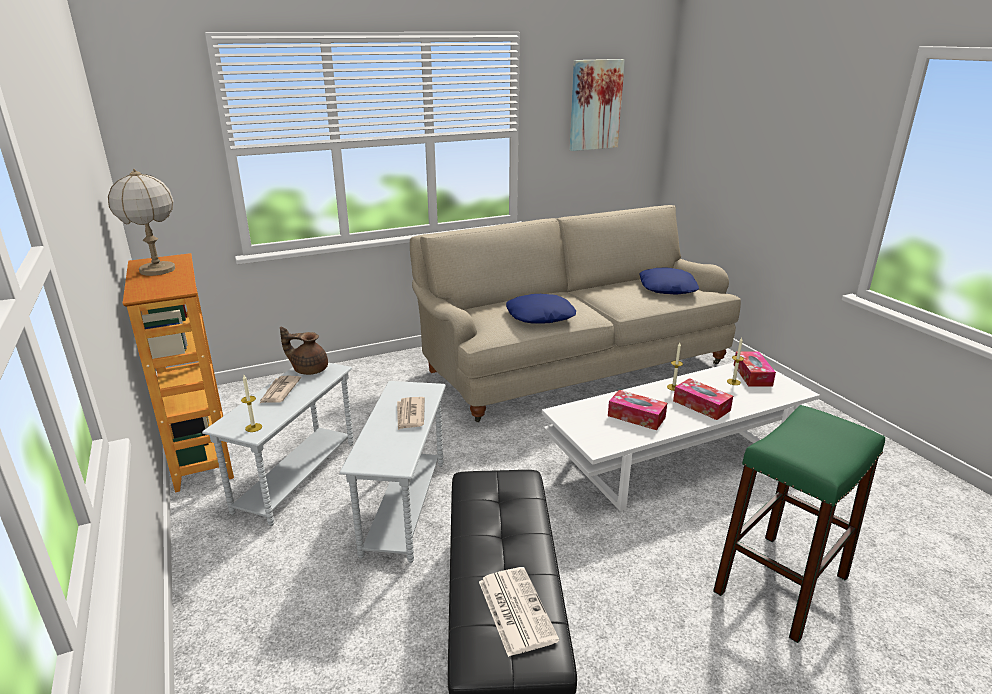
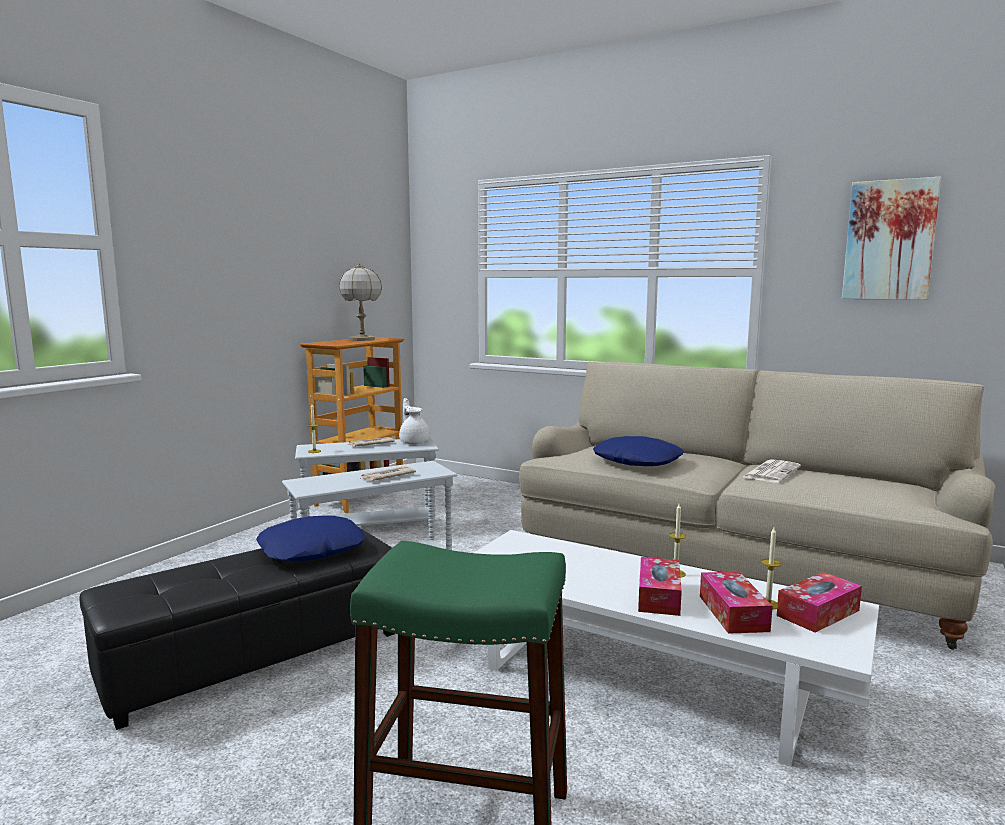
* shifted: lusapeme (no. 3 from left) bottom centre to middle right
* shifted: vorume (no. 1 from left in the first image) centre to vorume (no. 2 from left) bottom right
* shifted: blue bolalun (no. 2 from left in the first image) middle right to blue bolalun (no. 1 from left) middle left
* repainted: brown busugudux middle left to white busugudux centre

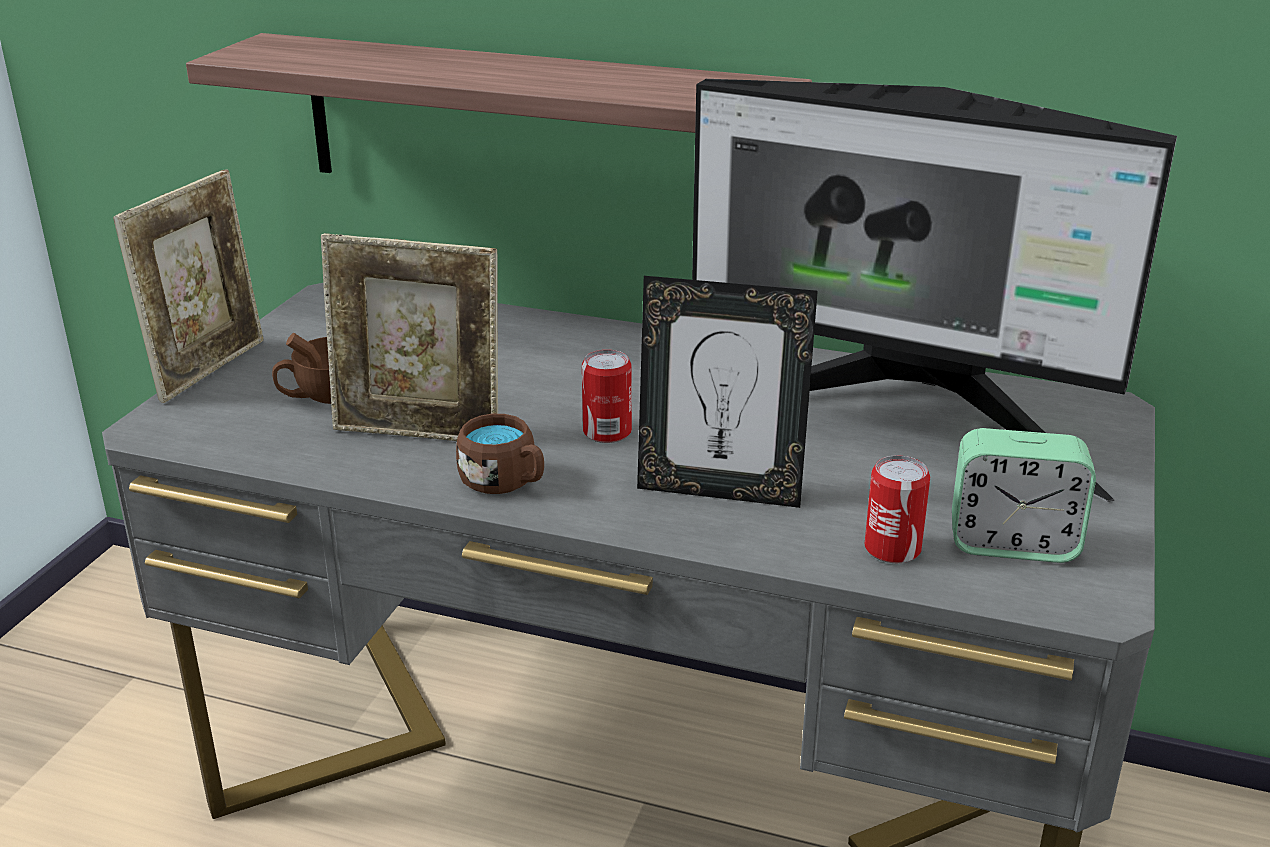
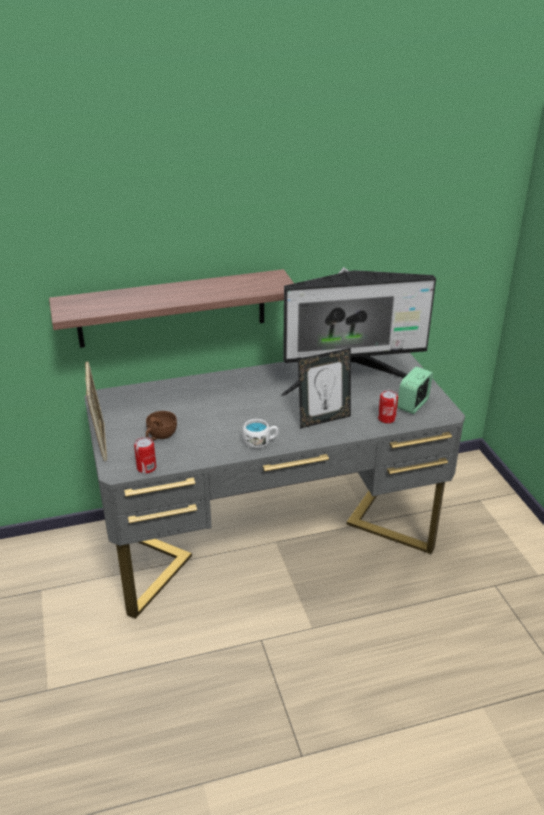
* gone: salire (no. 2 from left) middle left
* shifted: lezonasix (no. 1 from left) centre to middle left
* repainted: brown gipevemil centre to white gipevemil centre
* rotated: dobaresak middle right = middle right 150 degrees clockwise

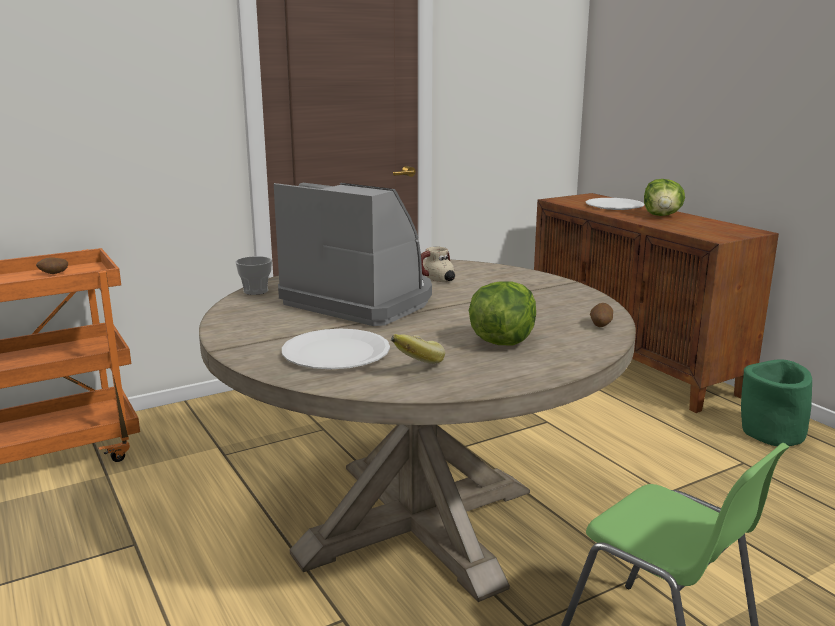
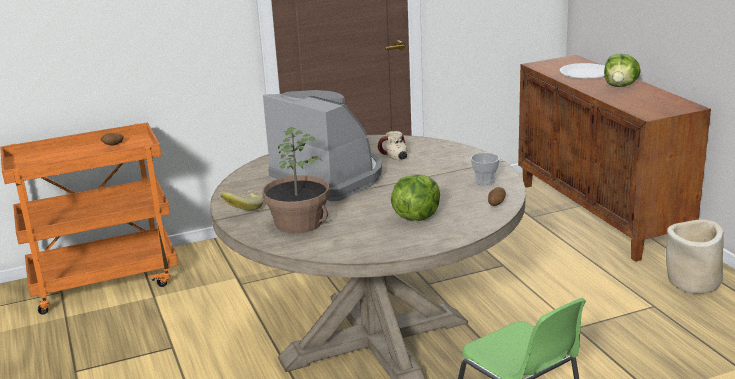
* shifted: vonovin middle left to centre
* shifted: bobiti centre to middle left
* swapped: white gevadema (no. 1 from left) centre to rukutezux centre
* repainted: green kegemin middle right to beige kegemin bottom right

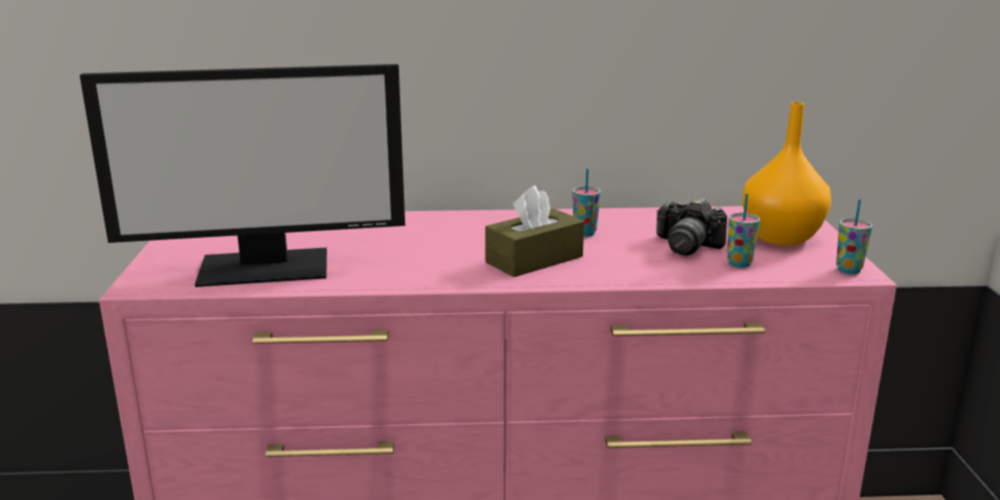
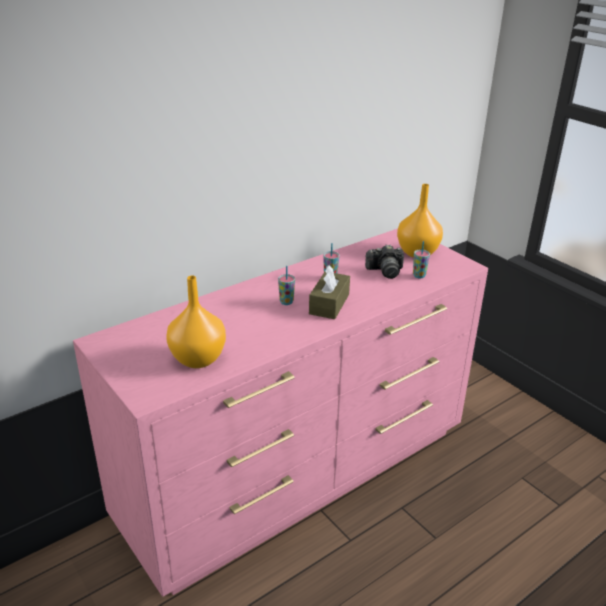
* shifted: vonovin (no. 3 from left in the first image) middle right to vonovin (no. 1 from left) centre
* swapped: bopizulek middle left to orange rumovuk (no. 1 from left) middle left

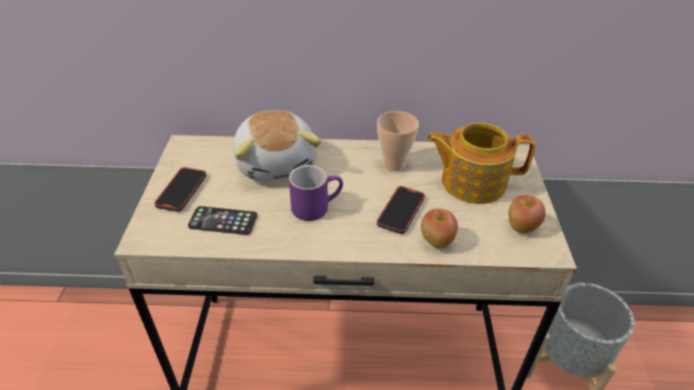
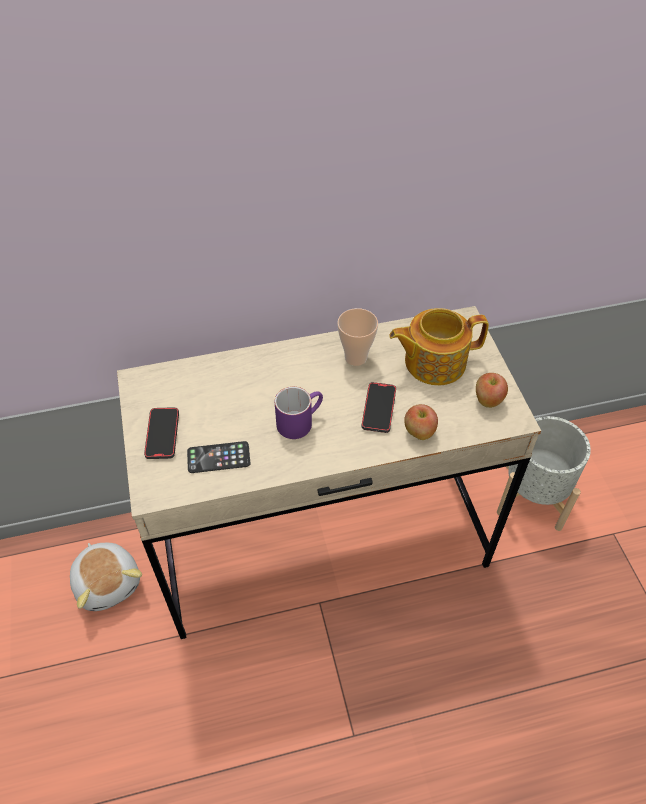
* shifted: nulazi centre to bottom left

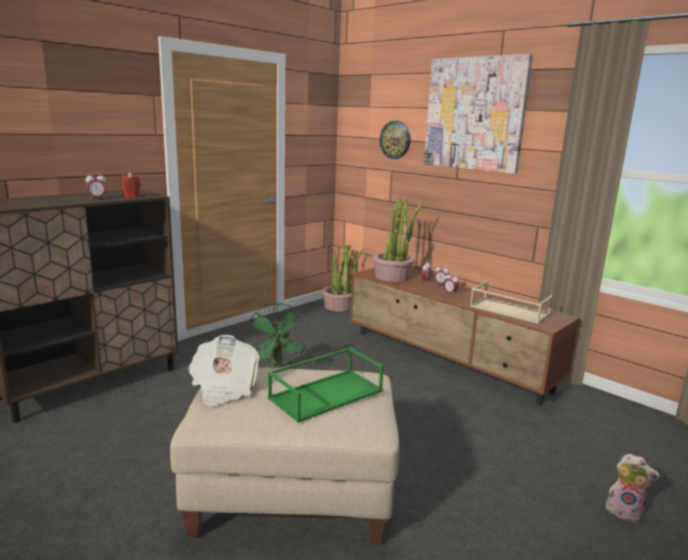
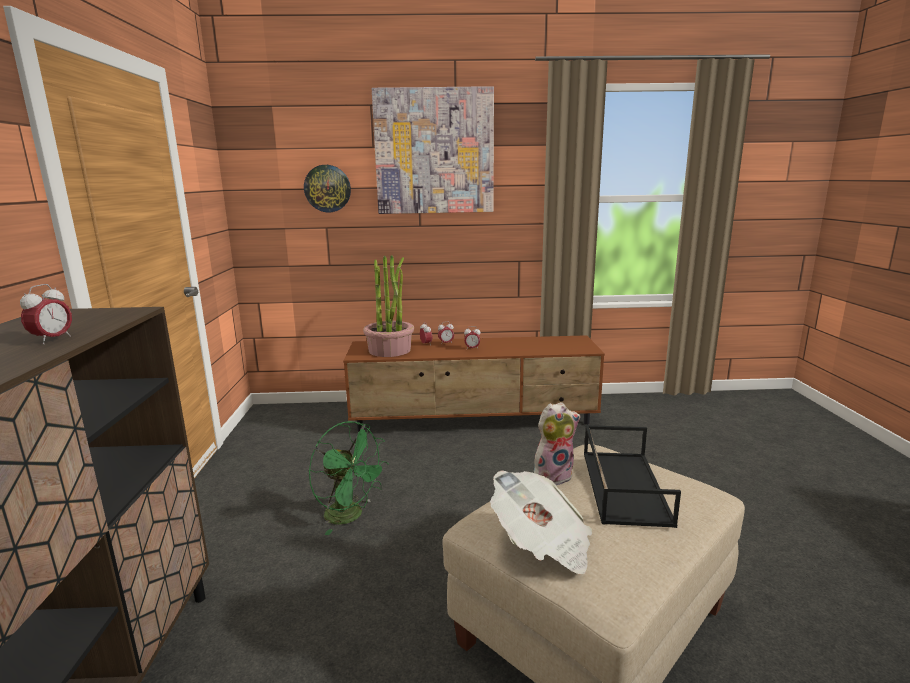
* gone: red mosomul top left
* gone: rukutezux (no. 1 from left) centre
* gone: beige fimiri middle right
* shifted: nulazi bottom right to centre
* repainted: green fimiri bottom centre to black fimiri bottom right

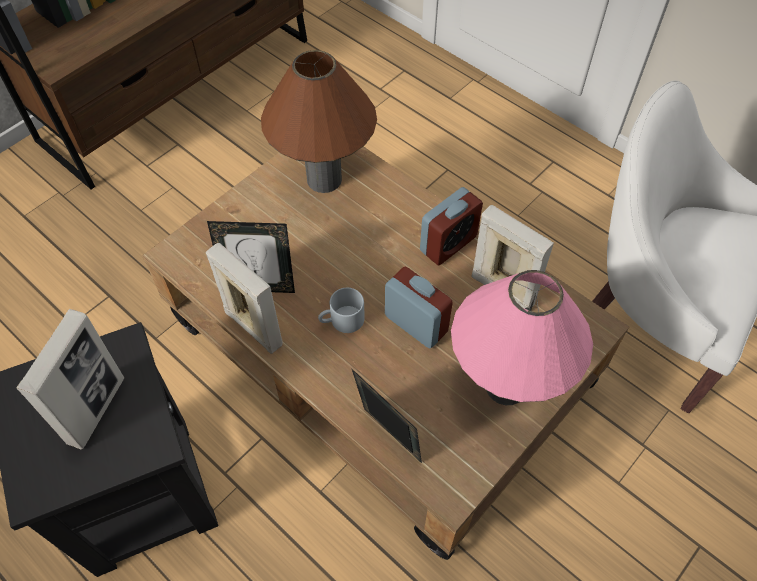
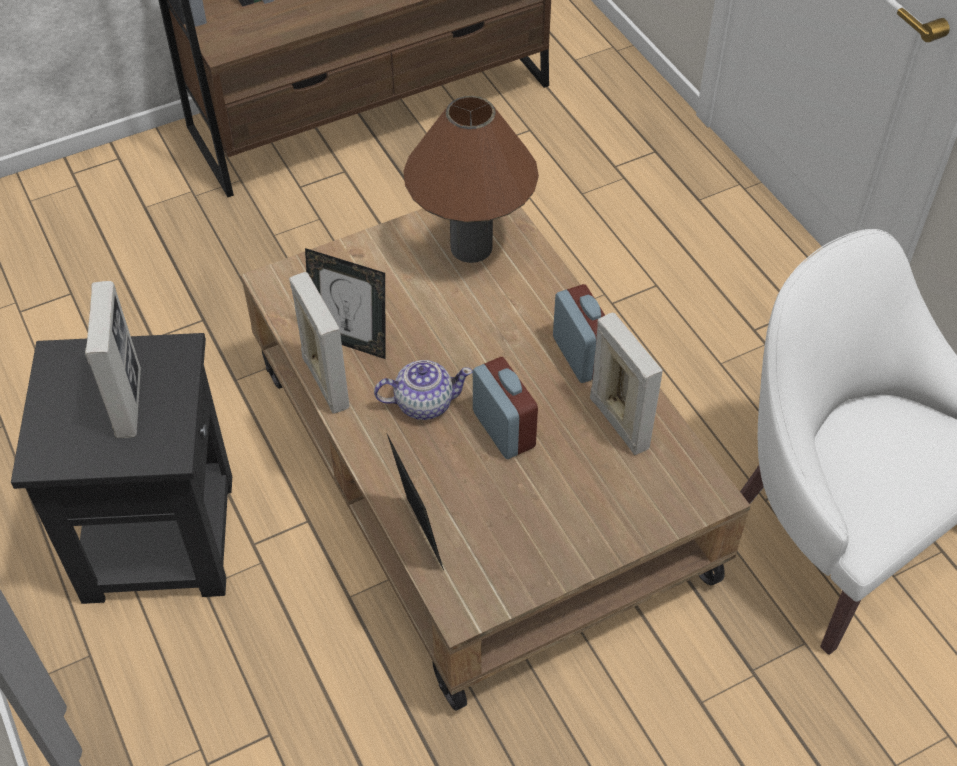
* gone: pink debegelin middle right
* swapped: grey gipevemil centre to busugudux centre
* rotated: salire (no. 1 from left) middle left = middle left 45 degrees counterclockwise
* rotated: dobaresak (no. 2 from left) centre = centre 90 degrees counterclockwise

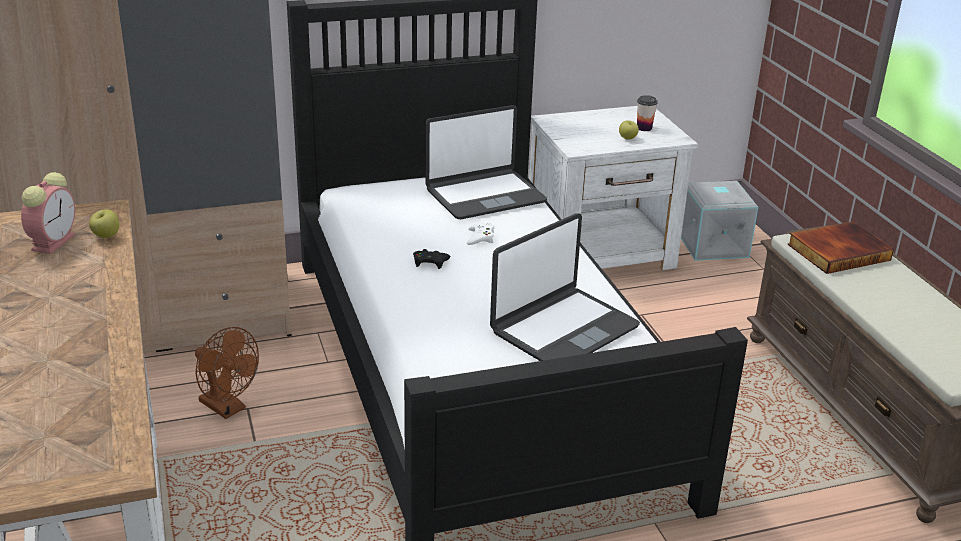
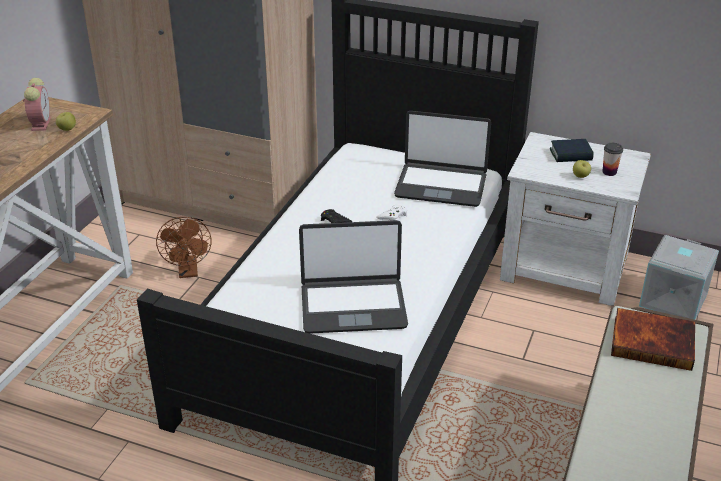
* new: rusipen (no. 1 from left) top right
* rotated: dobaresak middle left = top left 60 degrees counterclockwise

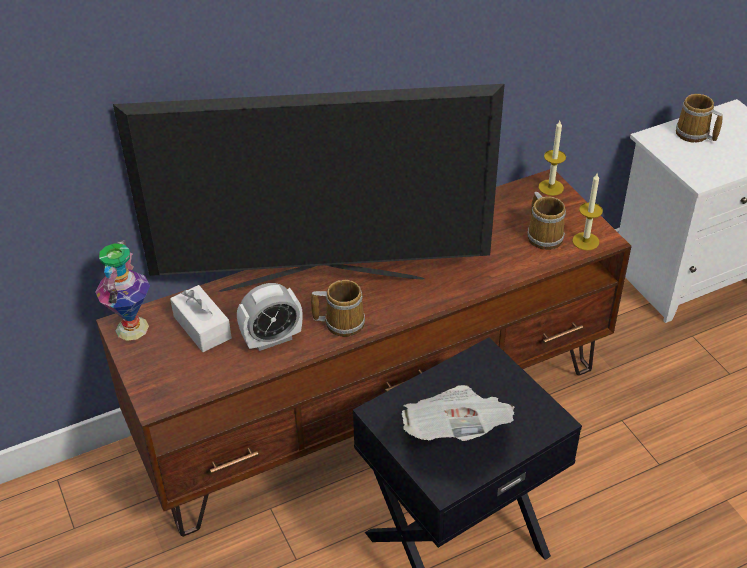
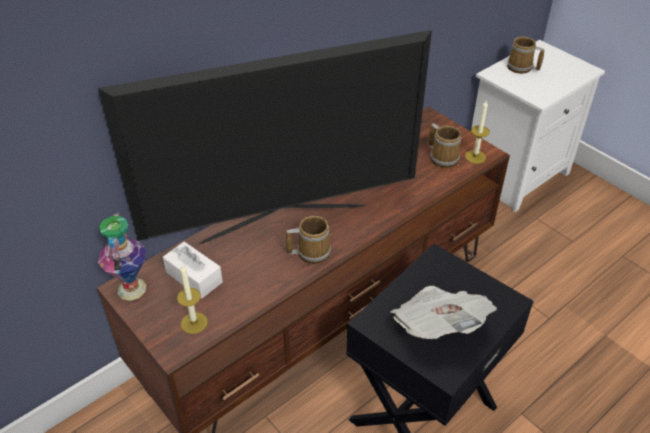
* gone: dobaresak centre
* shifted: mosomul (no. 1 from left) top right to bottom left

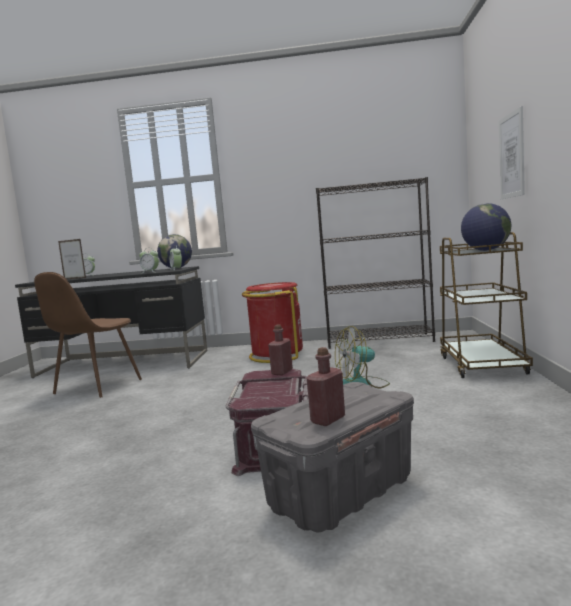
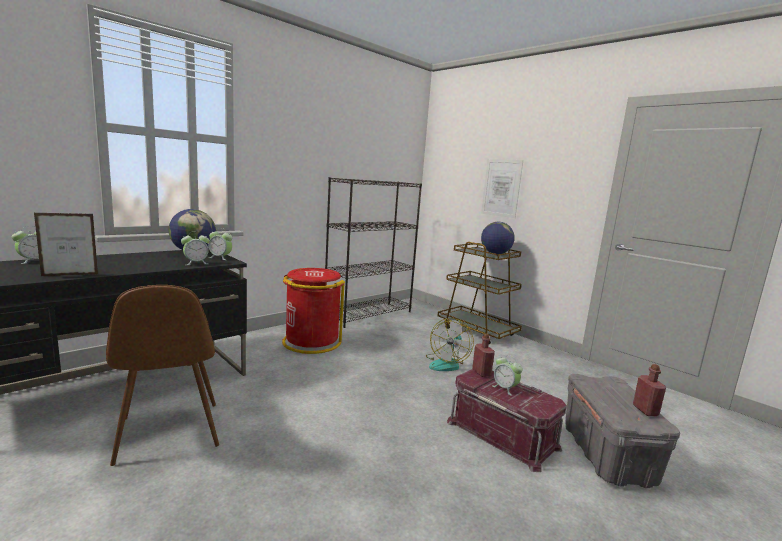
* new: dobaresak (no. 4 from left) bottom centre

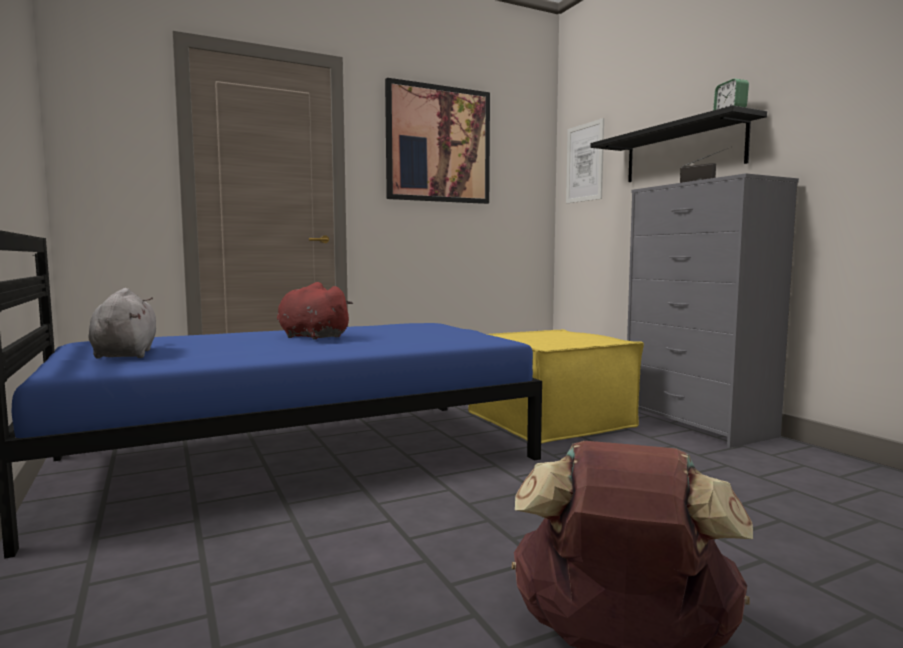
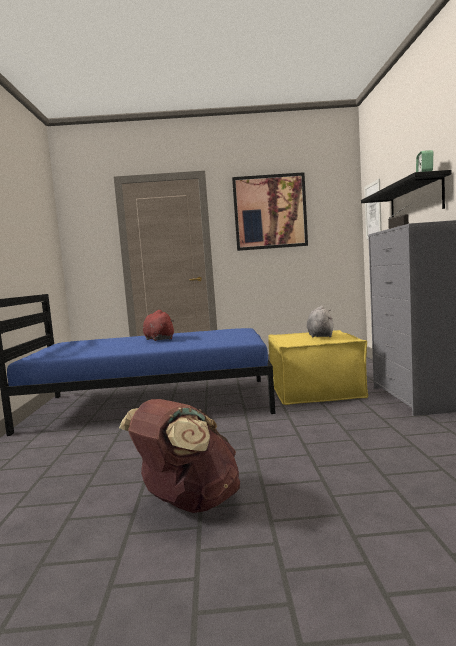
* shifted: grey nulazi middle left to middle right

